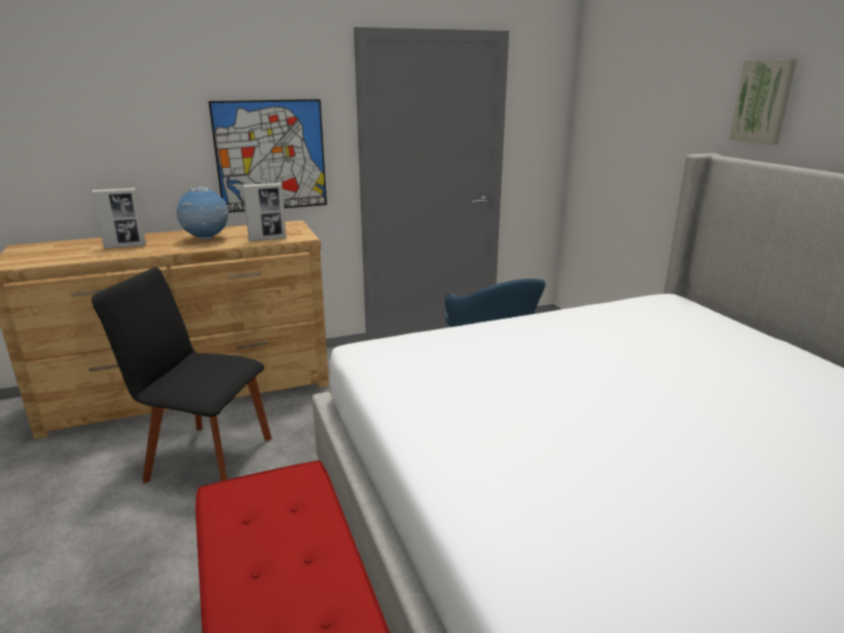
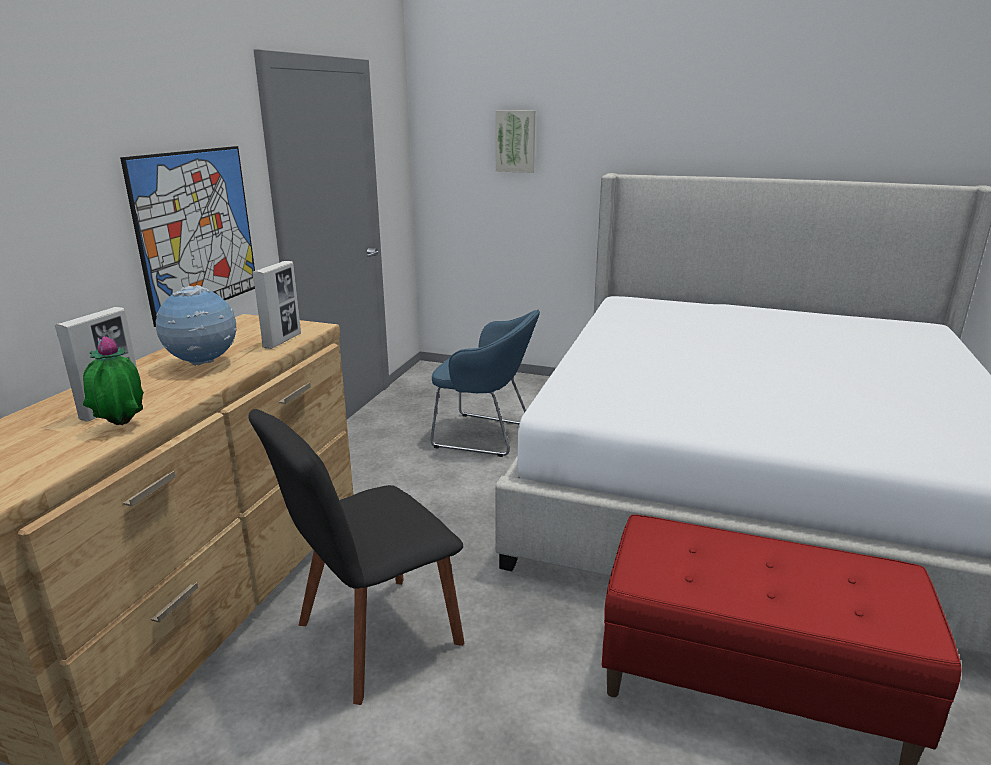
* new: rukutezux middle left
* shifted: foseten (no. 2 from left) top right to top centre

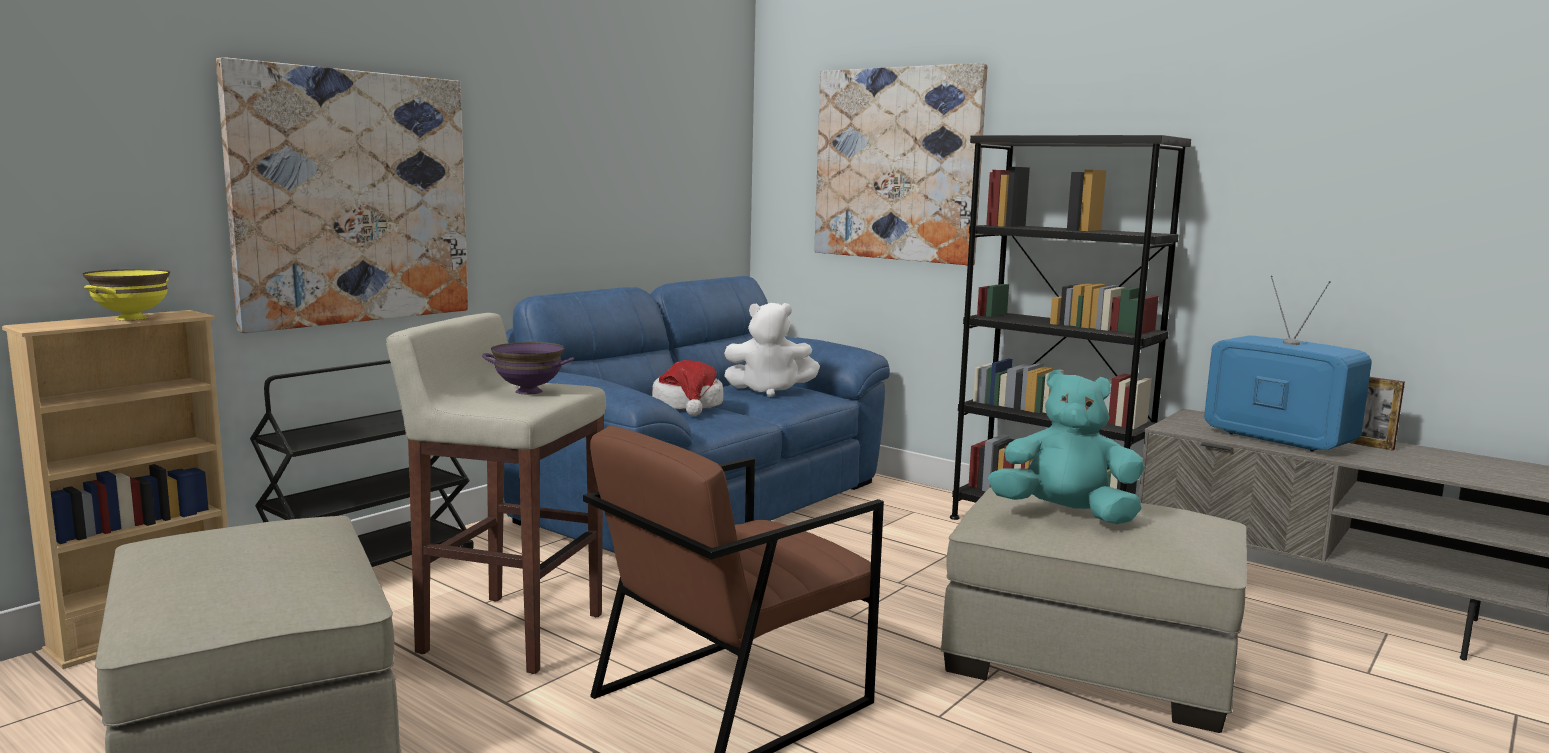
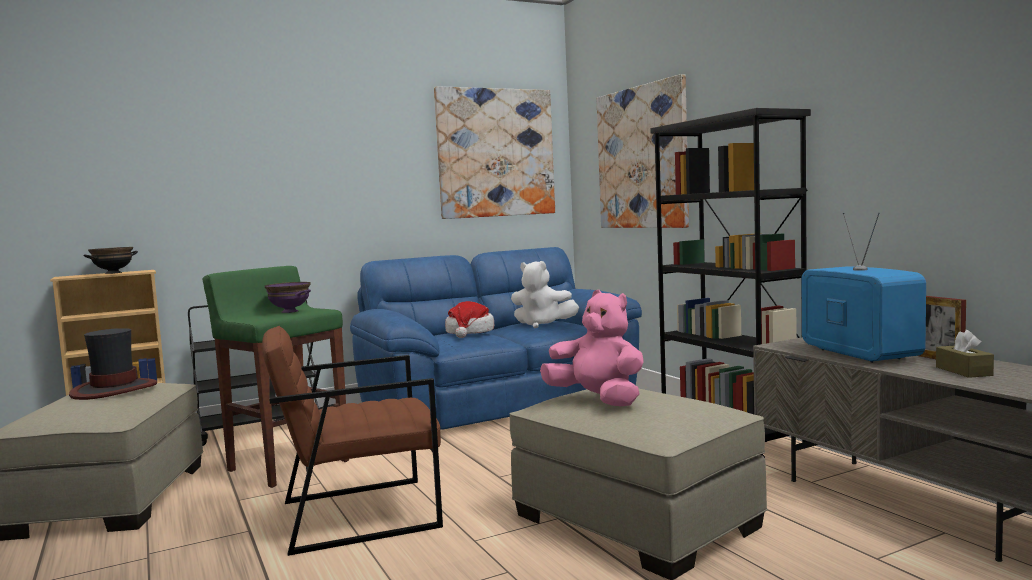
* new: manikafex (no. 1 from left) middle left
* new: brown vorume middle right
* shifted: foseten (no. 1 from left) top left to top centre
* repainted: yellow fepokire middle left to black fepokire middle left
* repainted: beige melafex middle left to green melafex middle left
* repainted: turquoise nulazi middle right to pink nulazi centre

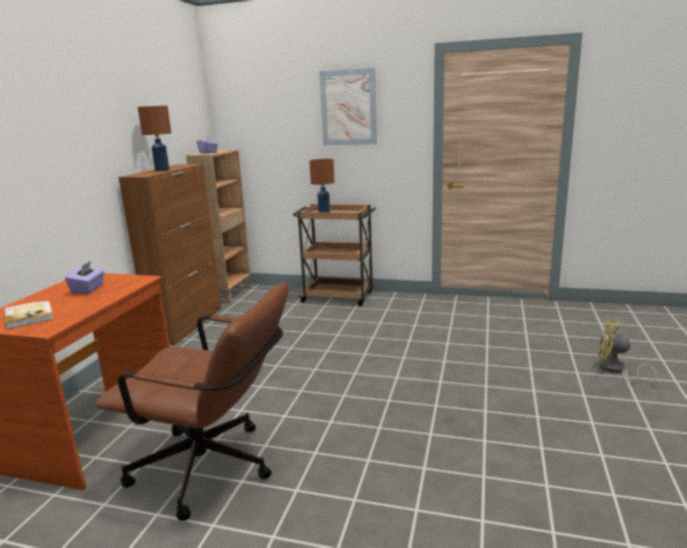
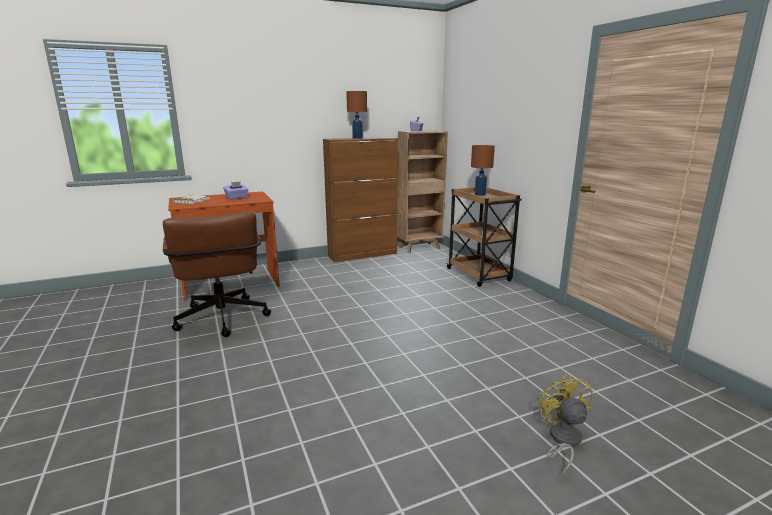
* gone: foseten top centre

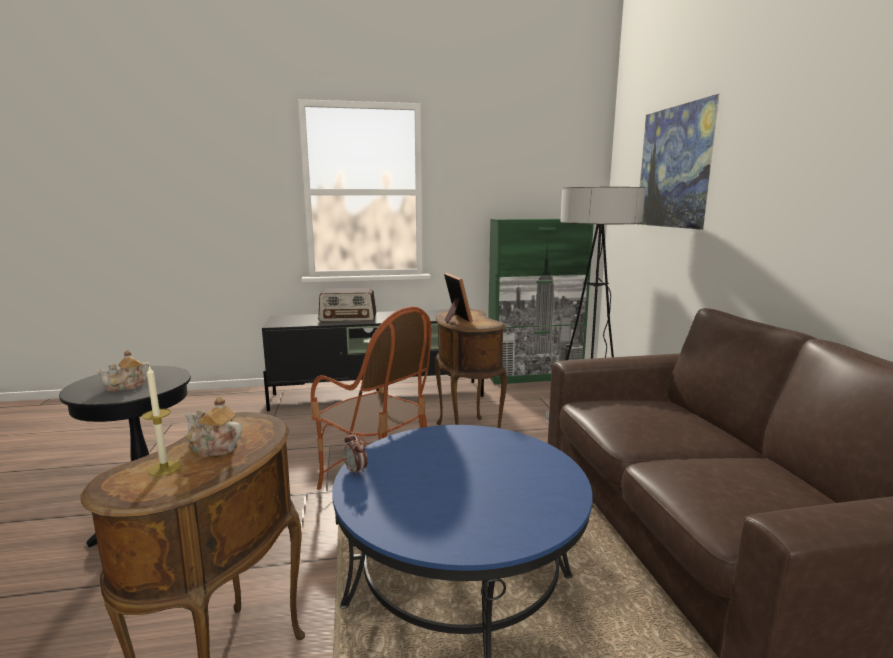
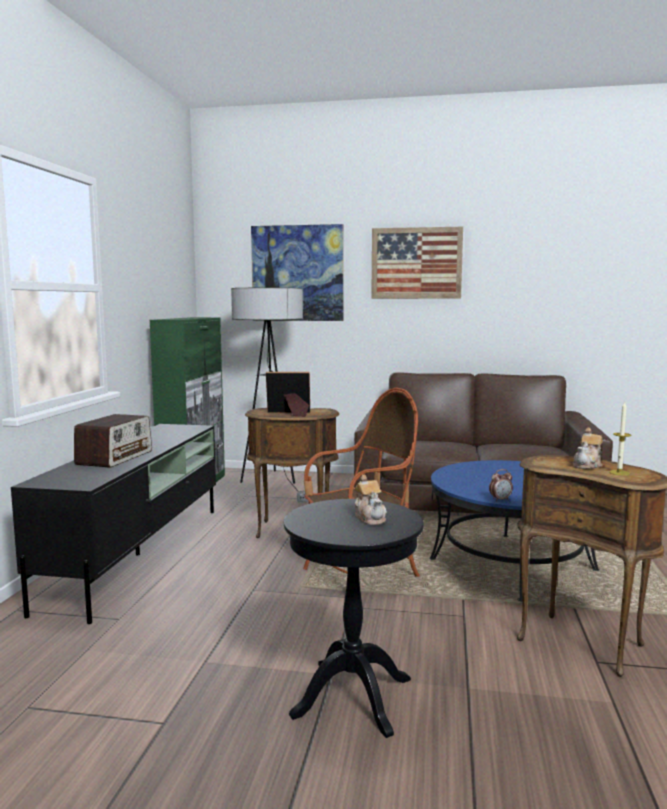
* new: foseten (no. 2 from left) top centre

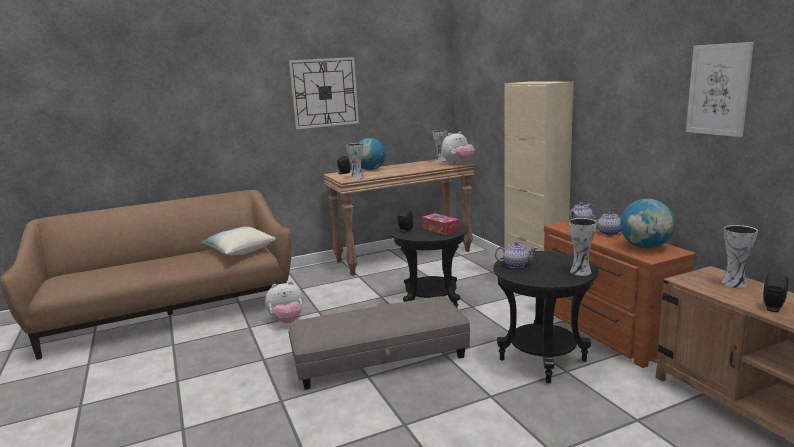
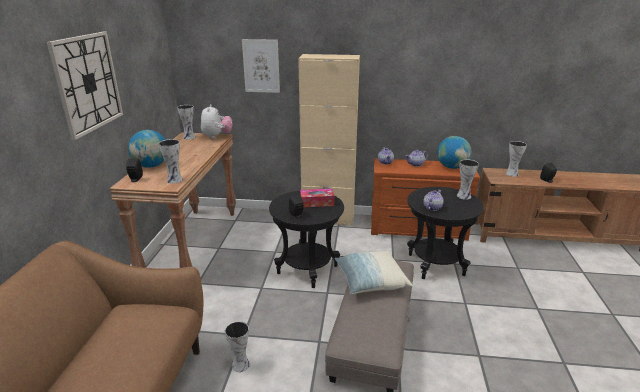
* shifted: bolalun middle left to bottom centre
* shifted: foseten top right to top centre
* swapped: nulazi (no. 1 from left) bottom centre to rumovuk (no. 3 from left) bottom centre

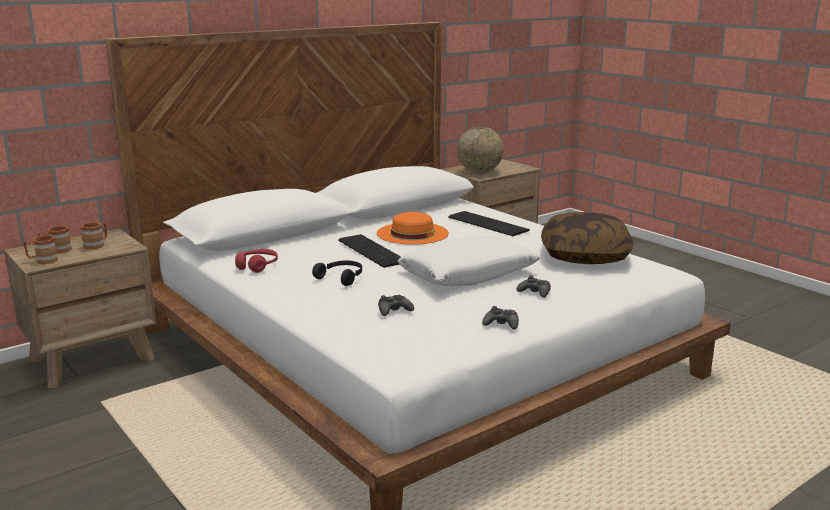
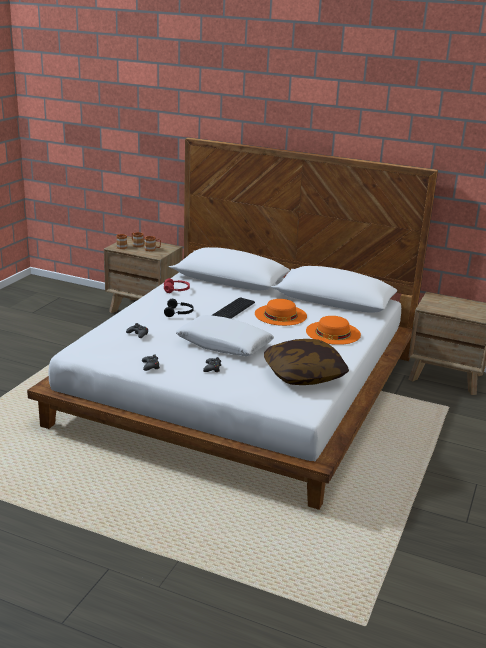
* gone: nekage top centre
* swapped: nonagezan (no. 2 from left) centre to orange manikafex (no. 2 from left) middle right

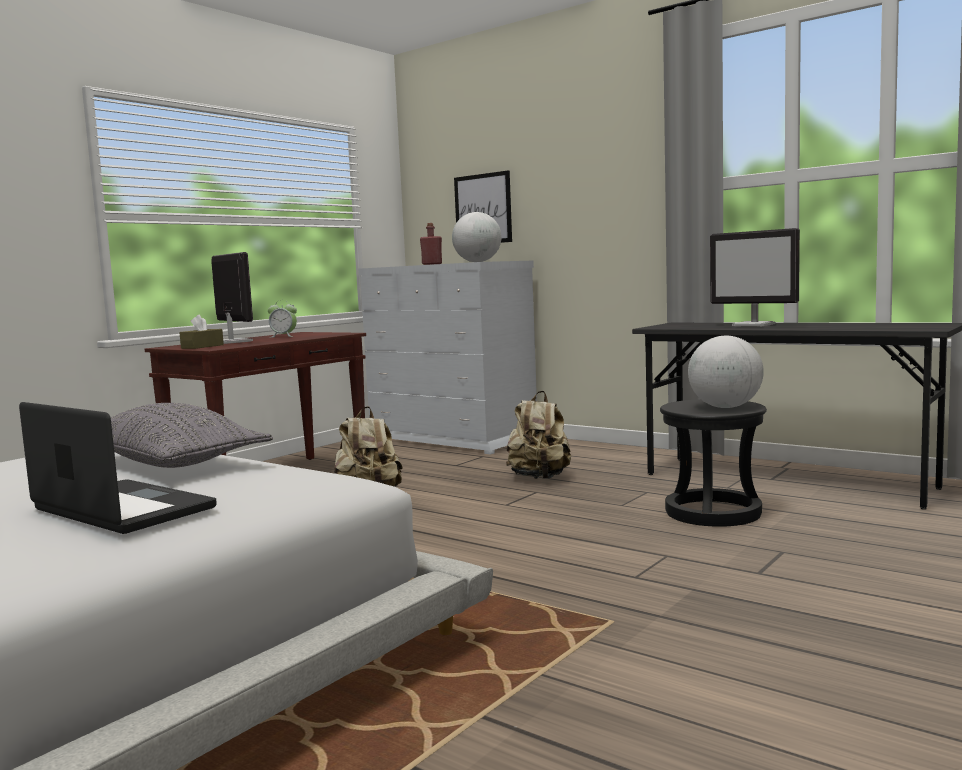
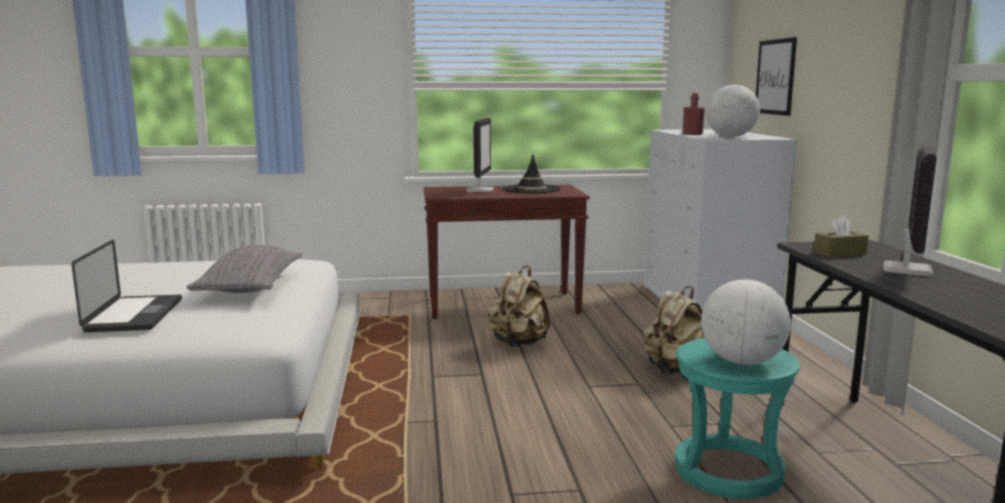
* shifted: brown vorume middle left to middle right
* swapped: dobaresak middle left to black manikafex centre
* repainted: black melafex middle right to turquoise melafex bottom right
* rotated: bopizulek (no. 2 from left) middle right = middle right 150 degrees counterclockwise

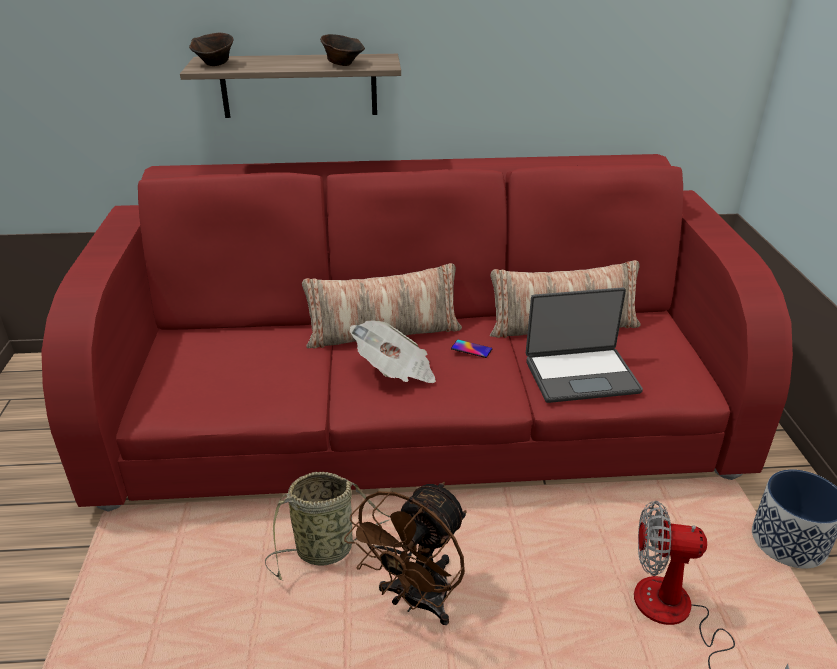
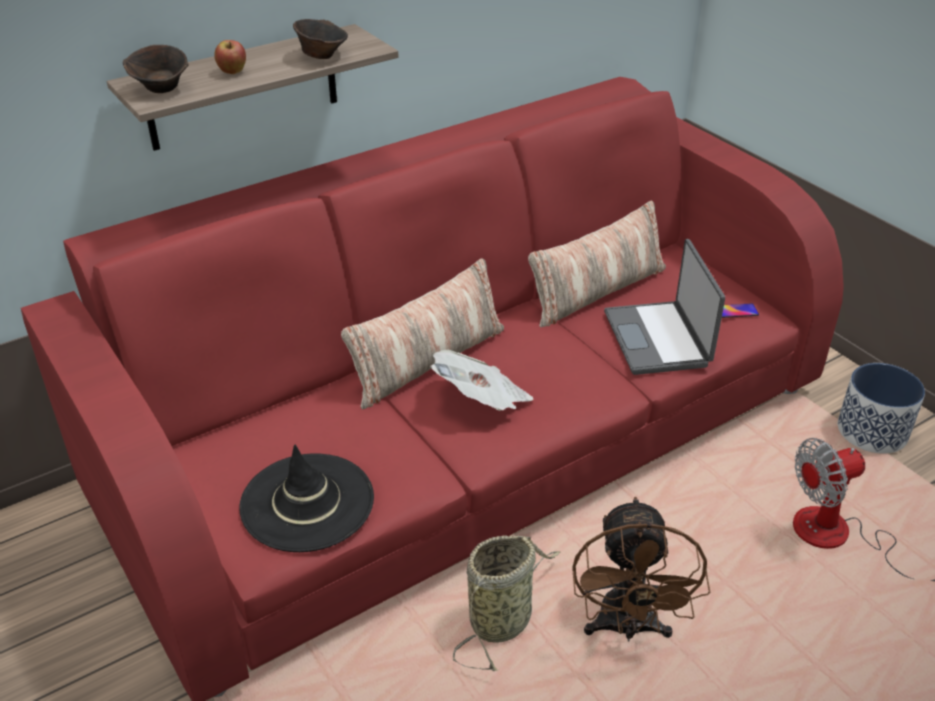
* new: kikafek top left
* new: black manikafex bottom left
* shifted: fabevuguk centre to middle right
* rotated: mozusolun middle right = middle right 120 degrees clockwise

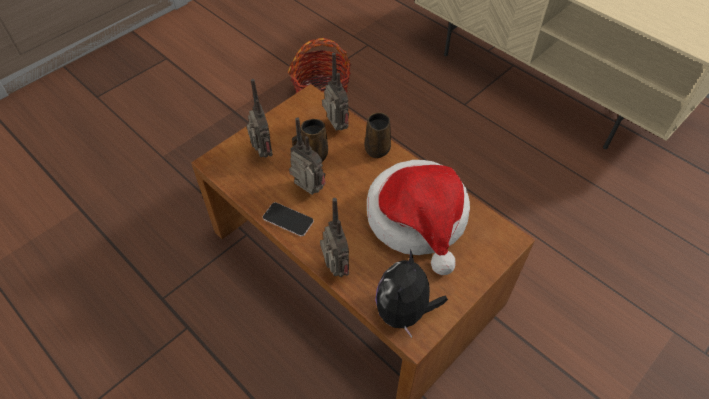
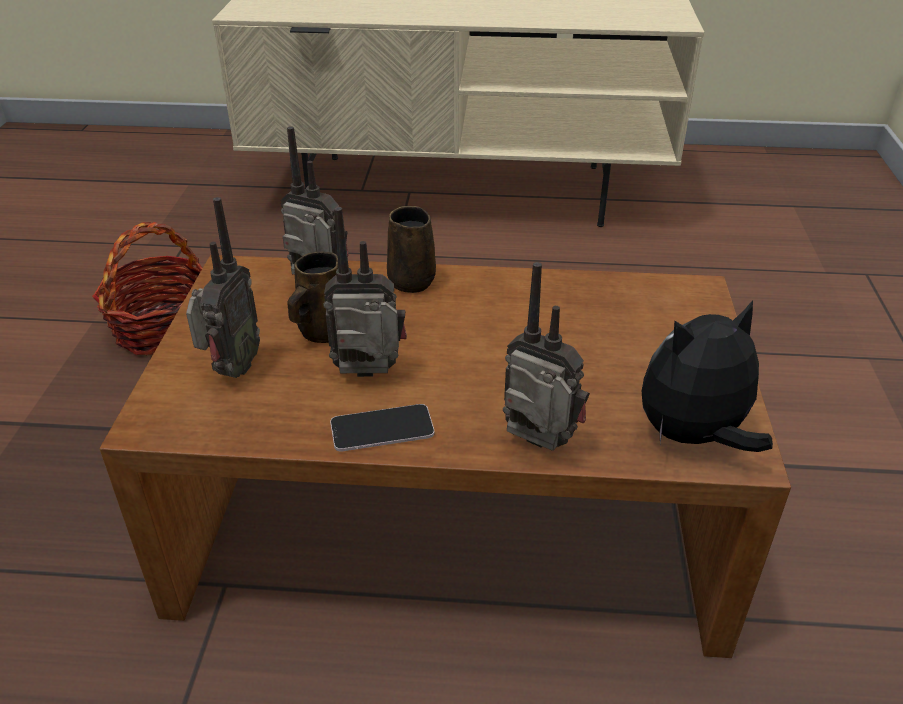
* gone: manikafex centre
* rotated: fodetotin (no. 1 from left) top centre = middle left 75 degrees clockwise
* rotated: nulazi bottom centre = middle right 90 degrees clockwise

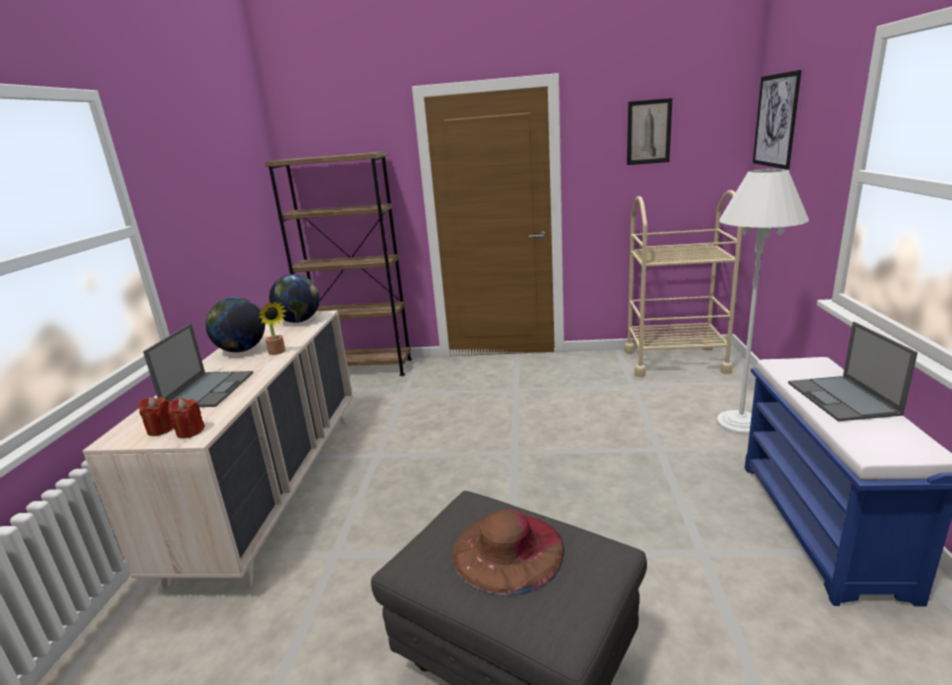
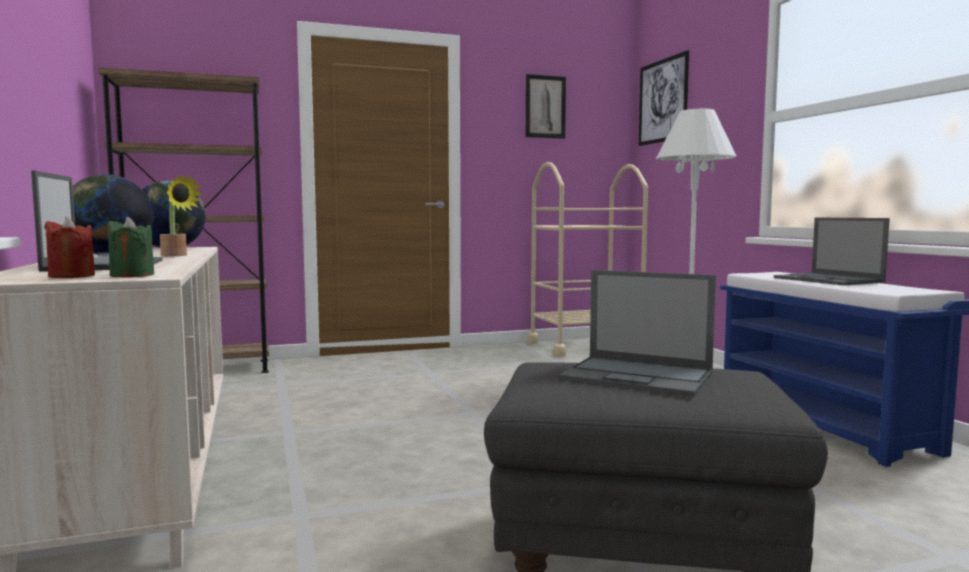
* swapped: brown manikafex bottom centre to mozusolun (no. 2 from left) centre
* repainted: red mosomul (no. 2 from left) middle left to green mosomul middle left

